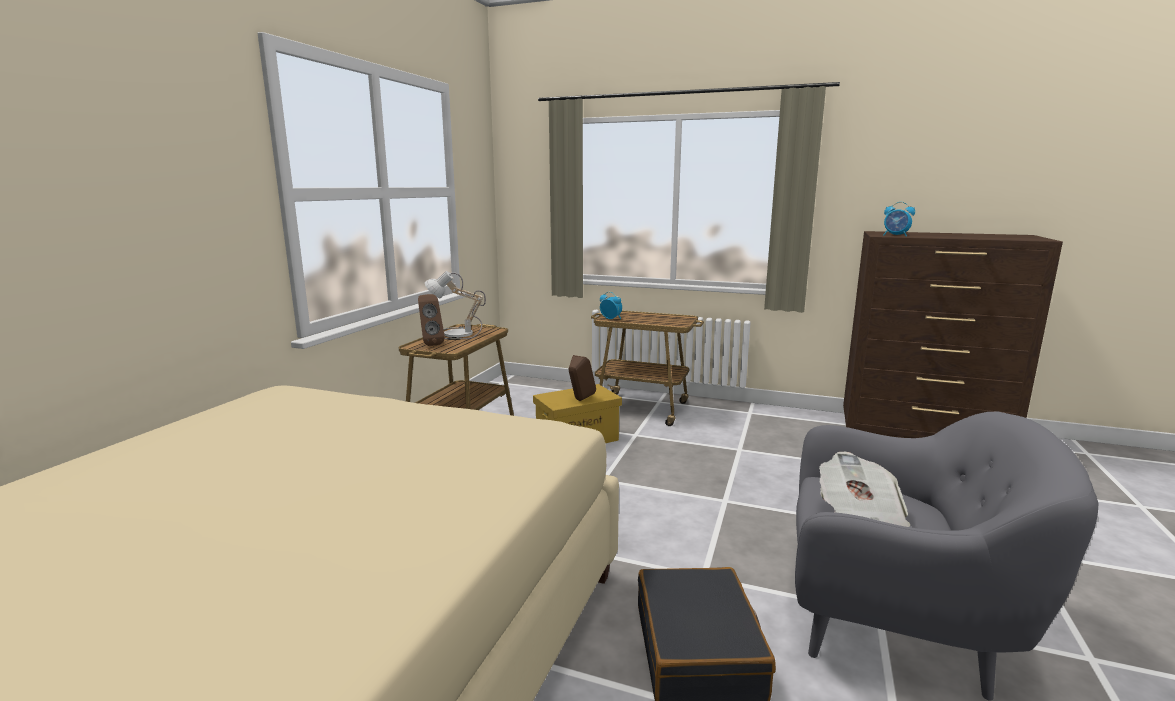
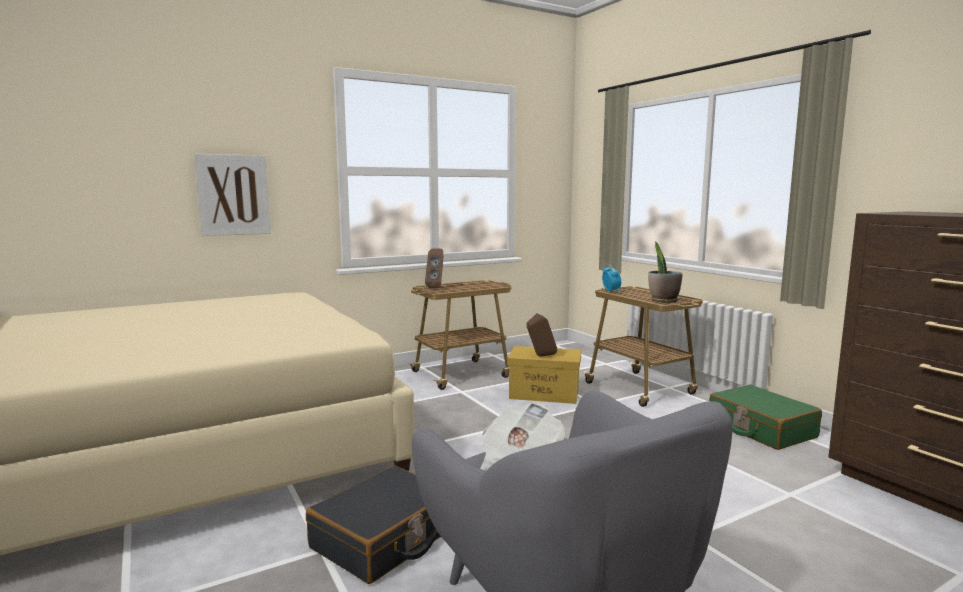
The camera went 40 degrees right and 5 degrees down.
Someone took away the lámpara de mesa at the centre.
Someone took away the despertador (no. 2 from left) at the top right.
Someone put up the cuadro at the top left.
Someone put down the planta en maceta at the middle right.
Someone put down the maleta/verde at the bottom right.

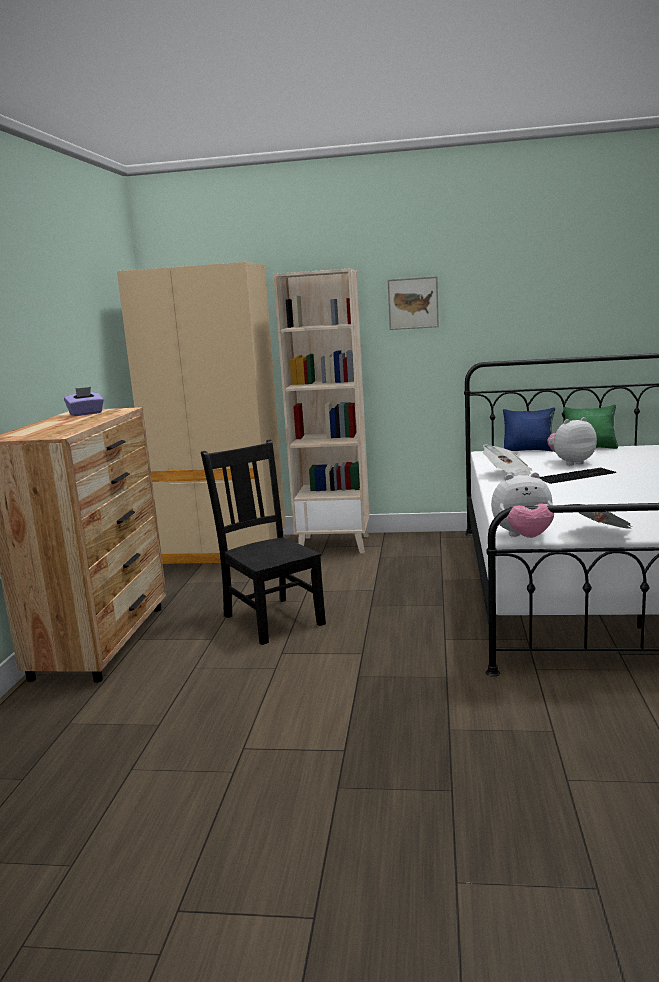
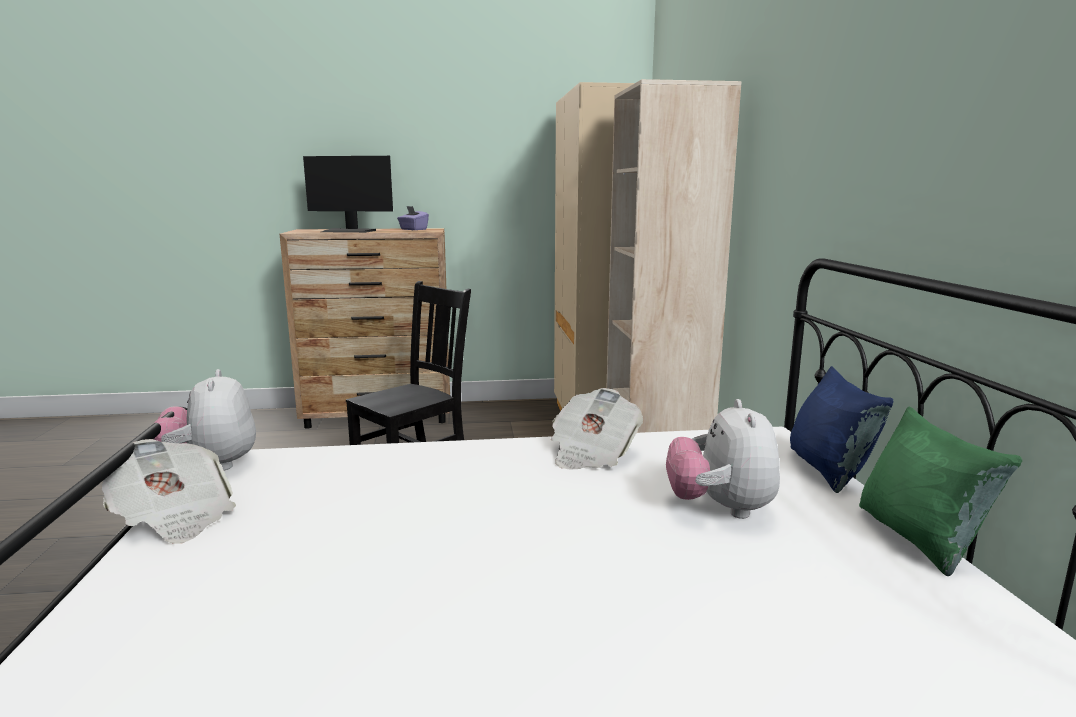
The camera went 75 degrees right and 0 degrees up.
Someone took away the cuadro at the top centre.
Someone took away the teclado at the middle right.
Someone rotated the peluche (no. 2 from left) at the middle right by 150 degrees counterclockwise.
Someone put down the monitor at the top left.

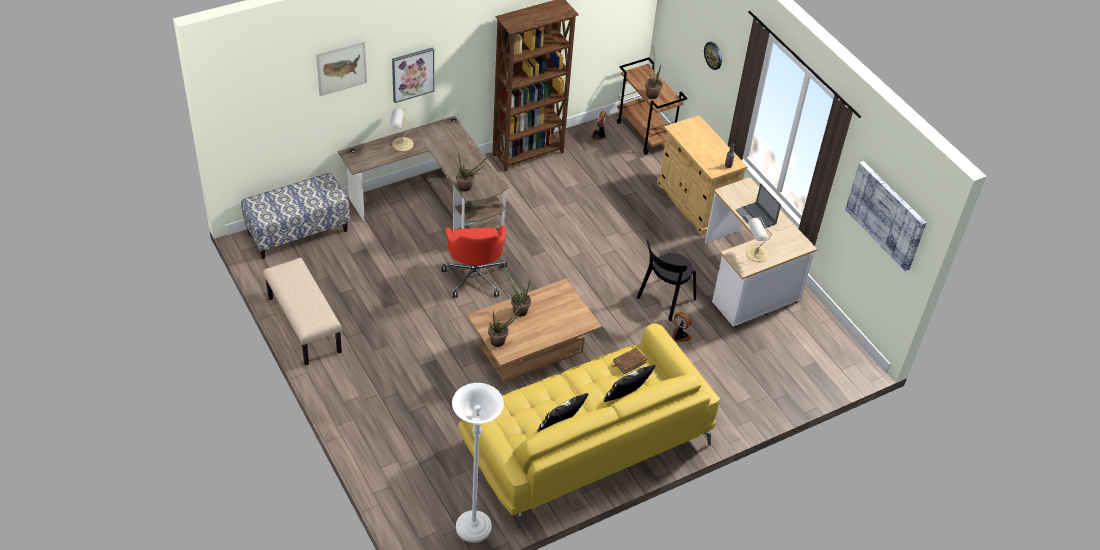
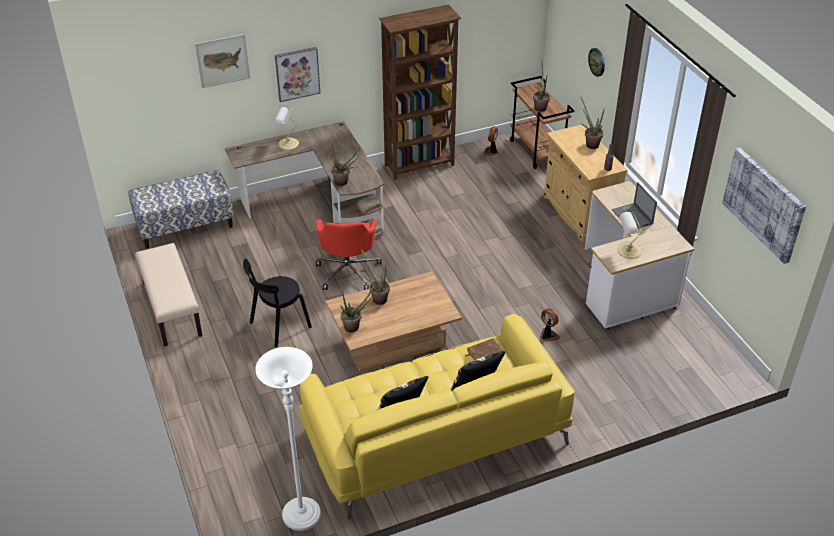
The camera went 10 degrees right and 5 degrees down.
Someone carried the silla/negro from the centre to the middle left.
Someone put down the planta en maceta (no. 5 from left) at the top right.

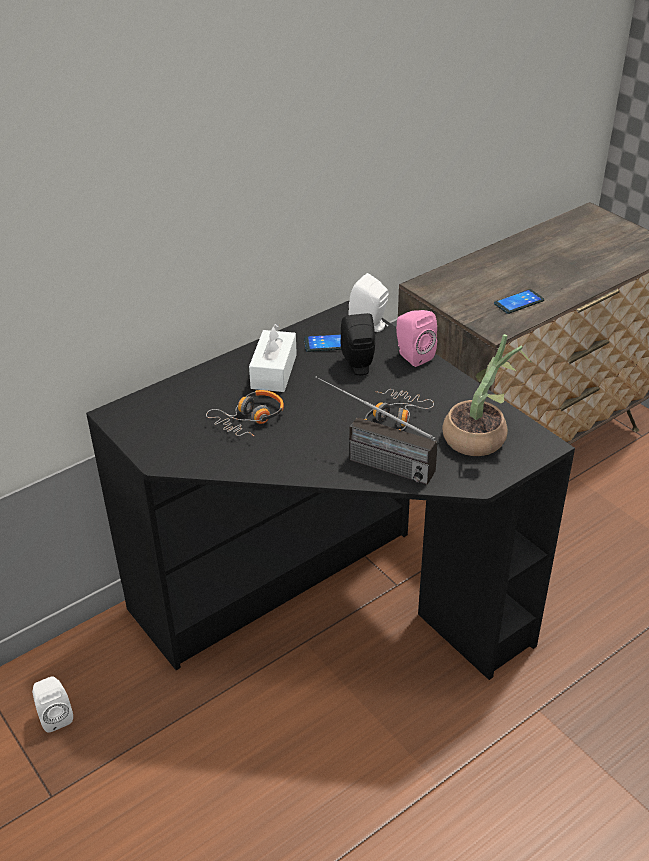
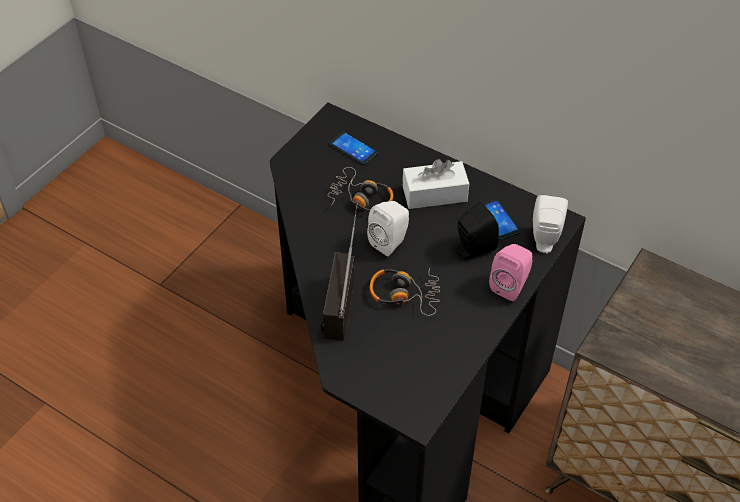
The camera went 70 degrees right and 10 degrees up.
Someone carried the altavoz/blanco (no. 1 from left) from the bottom left to the centre.
Someone took away the planta en maceta at the middle right.
Someone carried the móvil (no. 2 from left in the first image) from the middle right to the top centre.

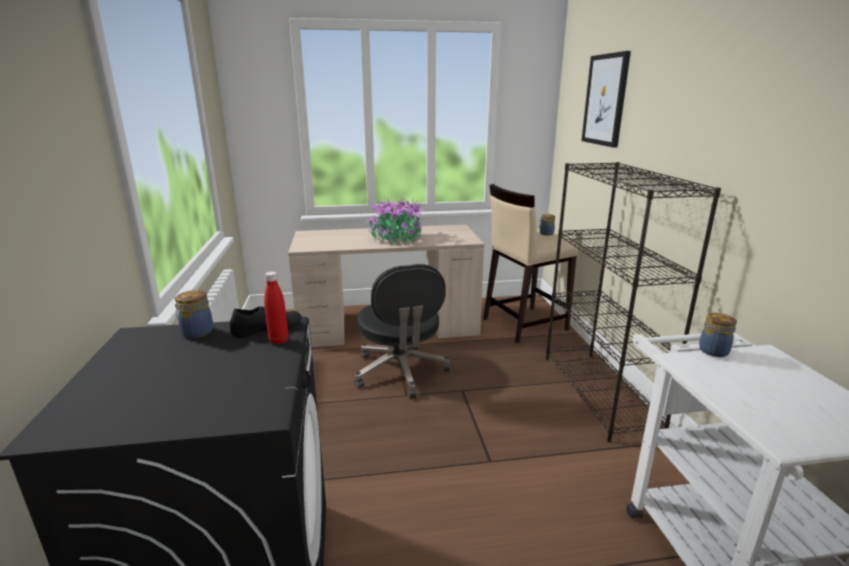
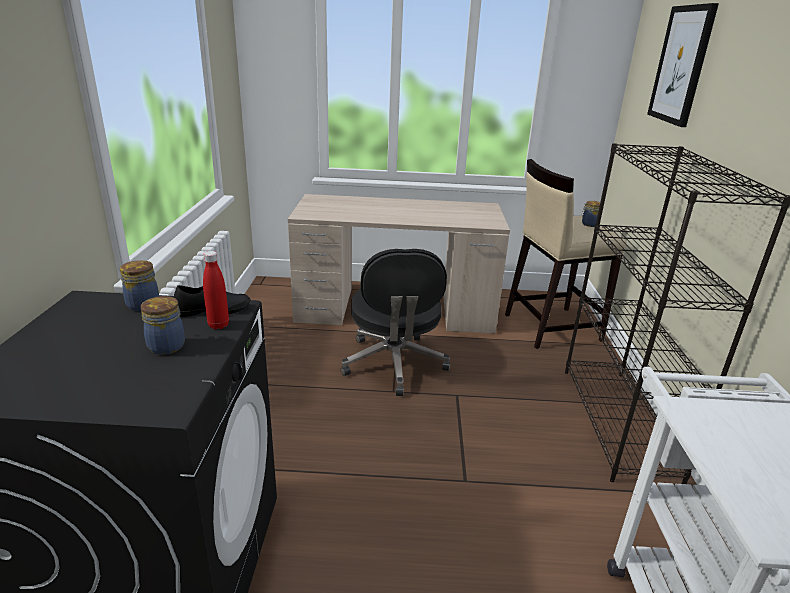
The camera went 10 degrees right and 5 degrees up.
Someone took away the planta en maceta at the centre.
Someone carried the tarro (no. 3 from left in the first image) from the middle right to the middle left.

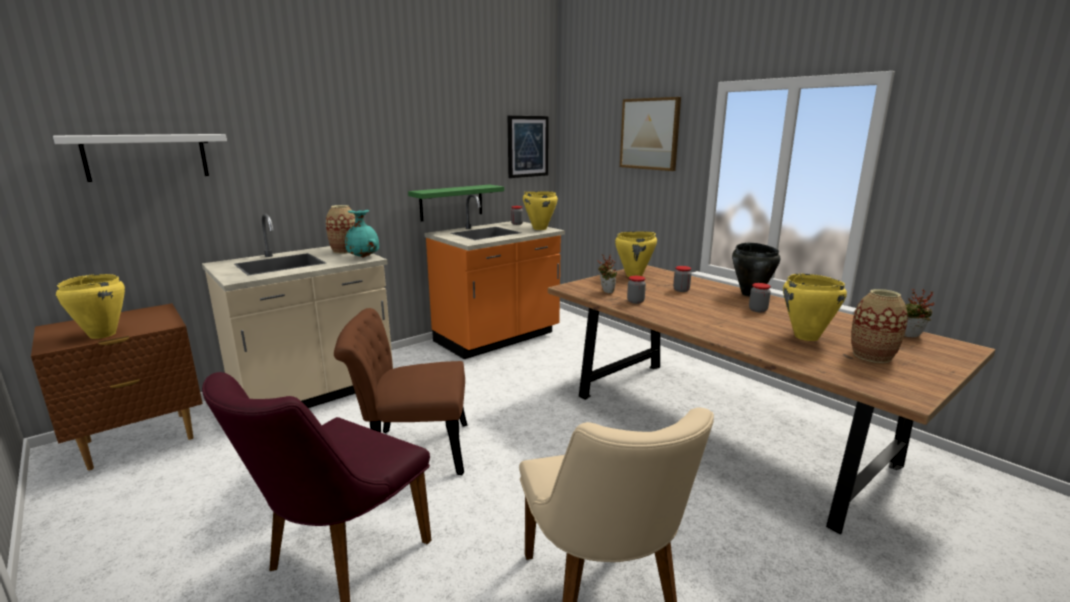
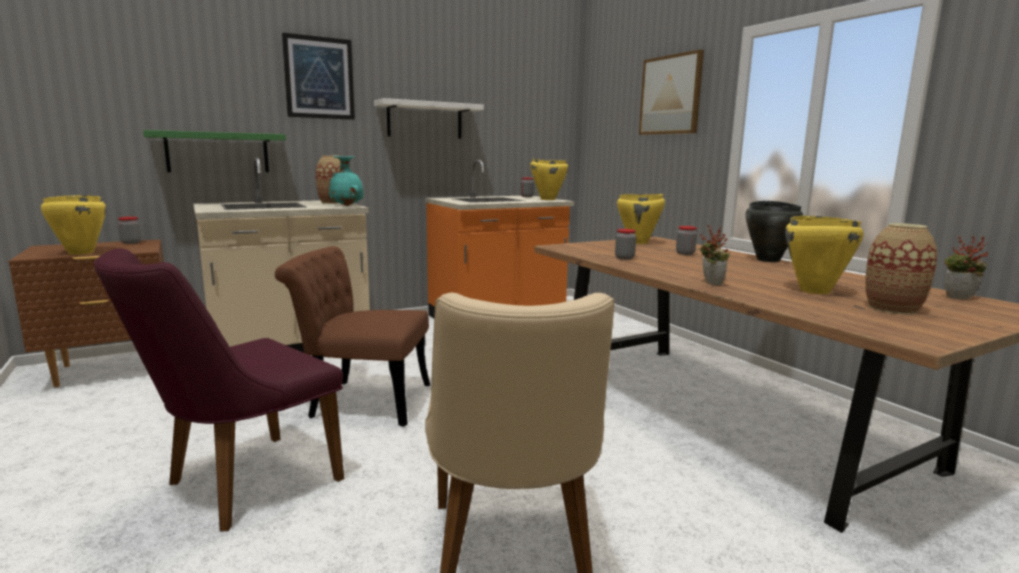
The camera went 10 degrees right and 5 degrees down.
Someone carried the estante/blanco from the top left to the top centre.
Someone carried the estante/verde from the centre to the top left.
Someone carried the cuadro (no. 1 from left) from the top centre to the top left.
Someone carried the planta en maceta (no. 1 from left) from the centre to the middle right.
Someone carried the tarro (no. 4 from left in the first image) from the middle right to the middle left.

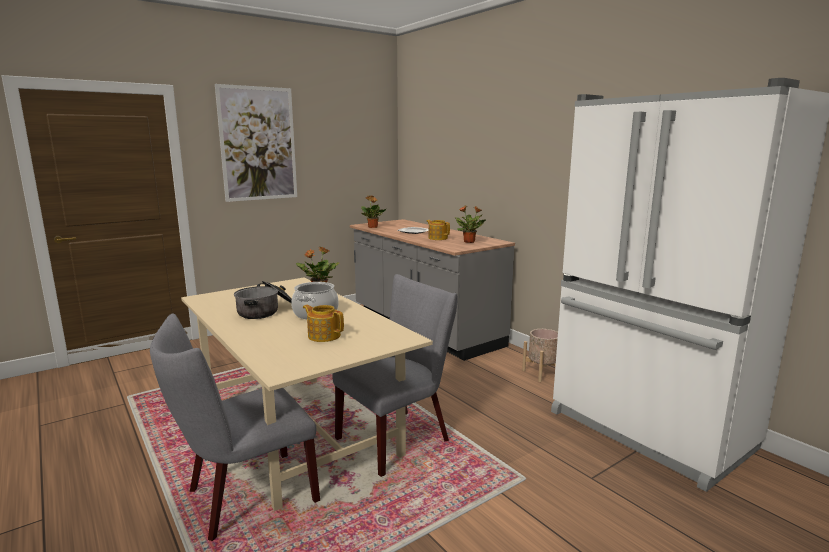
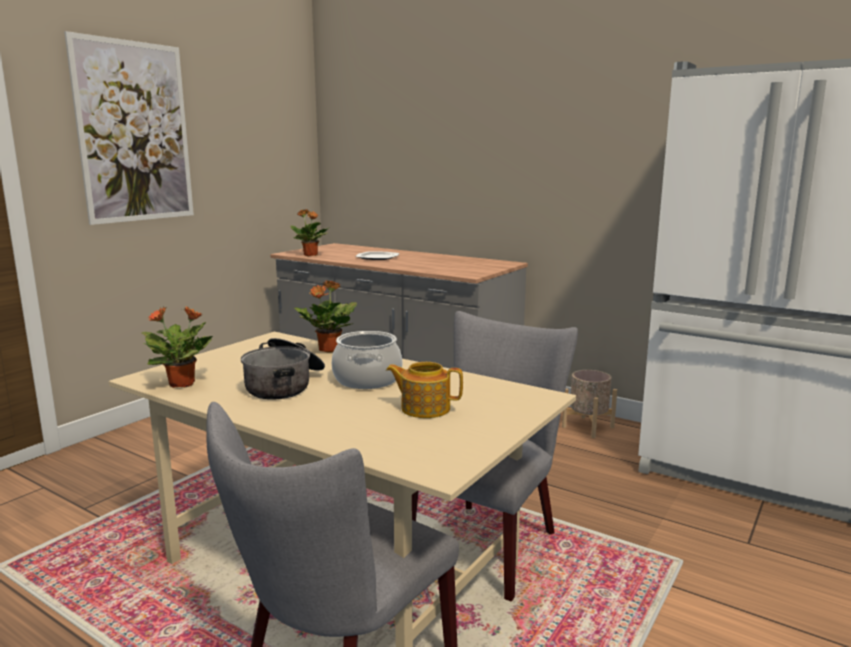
The camera went 20 degrees left and 0 degrees up.
Someone took away the tetera (no. 2 from left) at the centre.
Someone carried the planta en maceta (no. 3 from left in the first image) from the centre to the middle left.

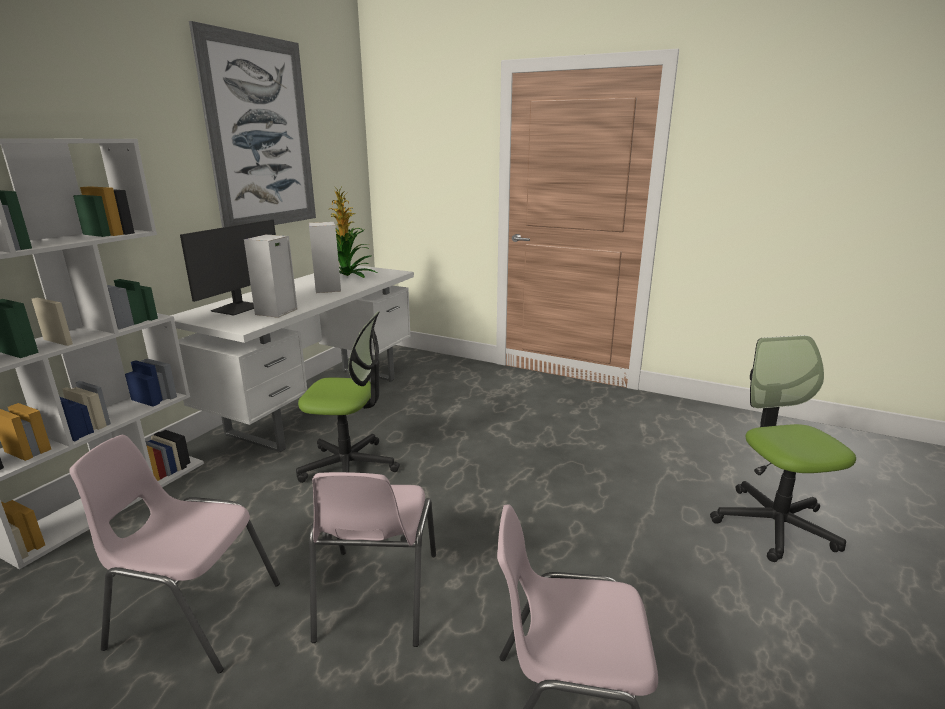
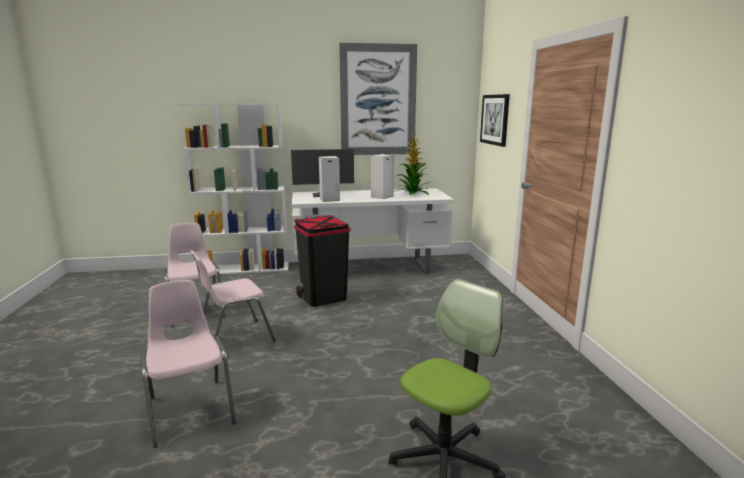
The camera went 55 degrees right and 5 degrees down.
Someone swapped the silla de oficina (no. 1 from left) at the centre for the papelera/negro at the centre.
Someone put up the cuadro (no. 2 from left) at the top centre.

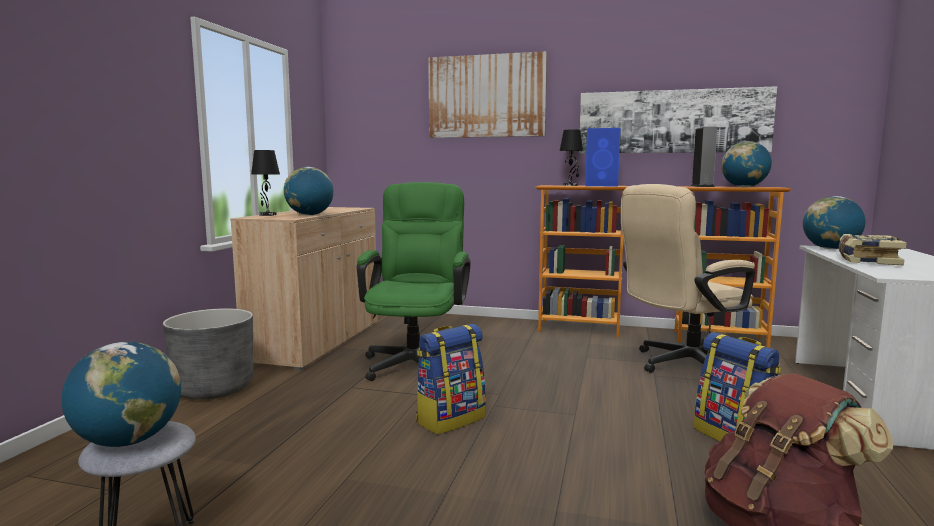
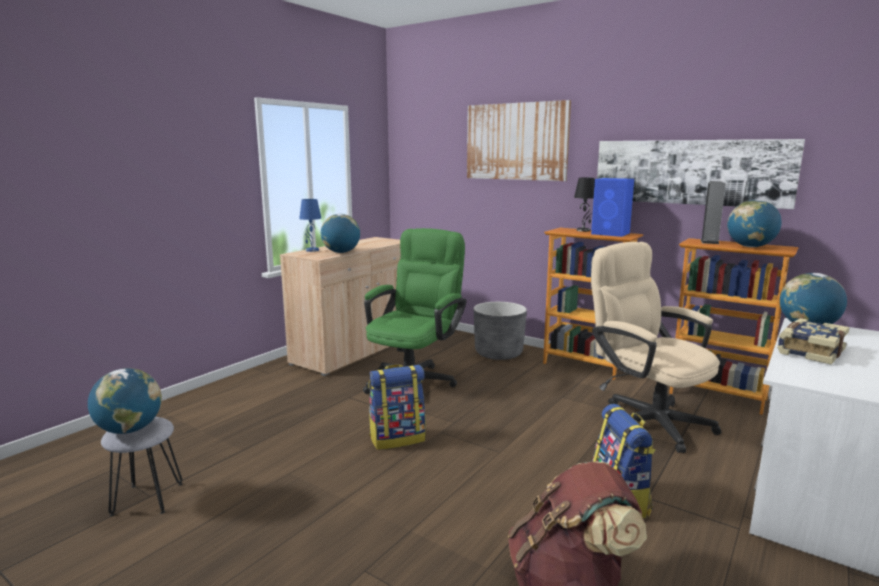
The camera went 20 degrees right and 5 degrees up.
Someone carried the maceta/gris from the bottom left to the centre.
Someone repainted the lámpara de mesa/negro (no. 1 from left) at the middle left, which became the lámpara de mesa/azul at the centre.
Someone rotated the silla de oficina/beis at the middle right by 60 degrees clockwise.

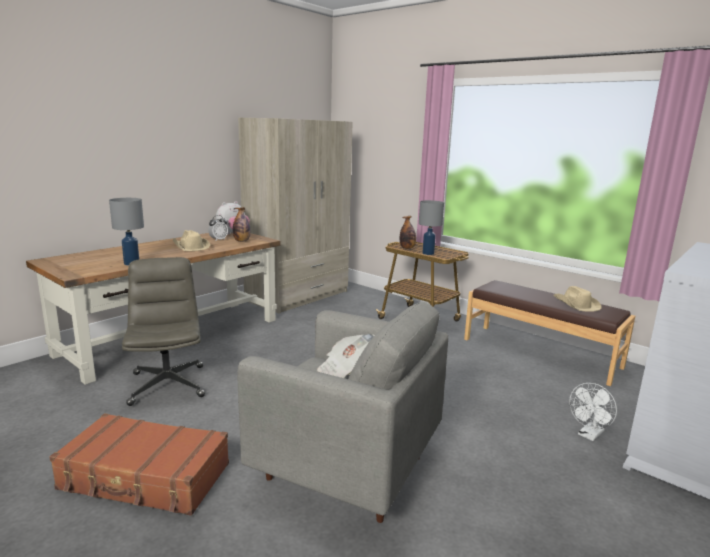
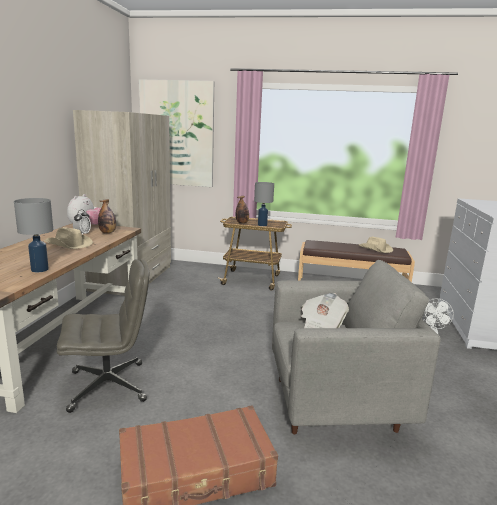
The camera went 30 degrees left and 0 degrees up.
Someone rotated the silla de oficina/gris at the middle left by 120 degrees clockwise.
Someone put up the cuadro at the top centre.

